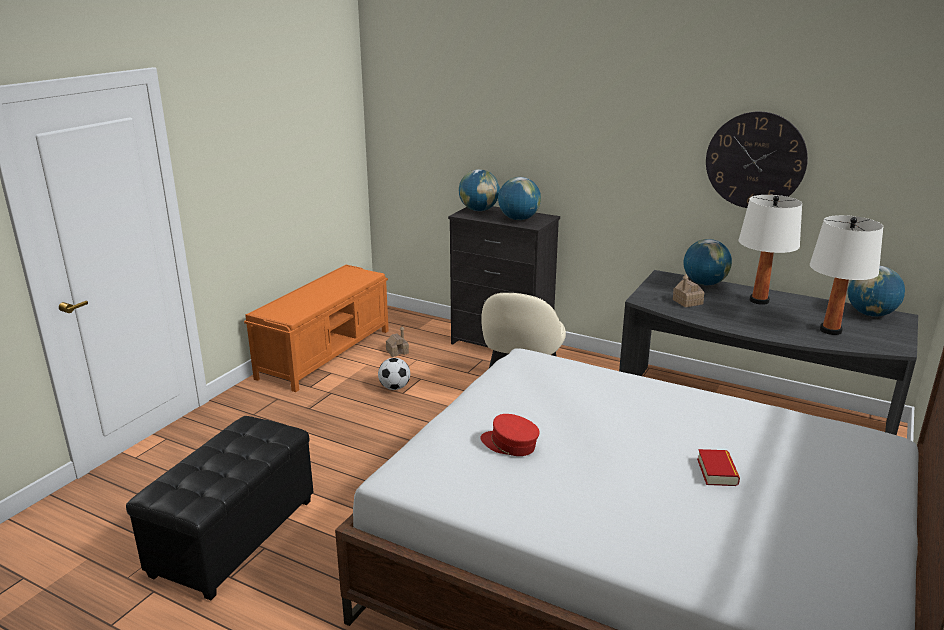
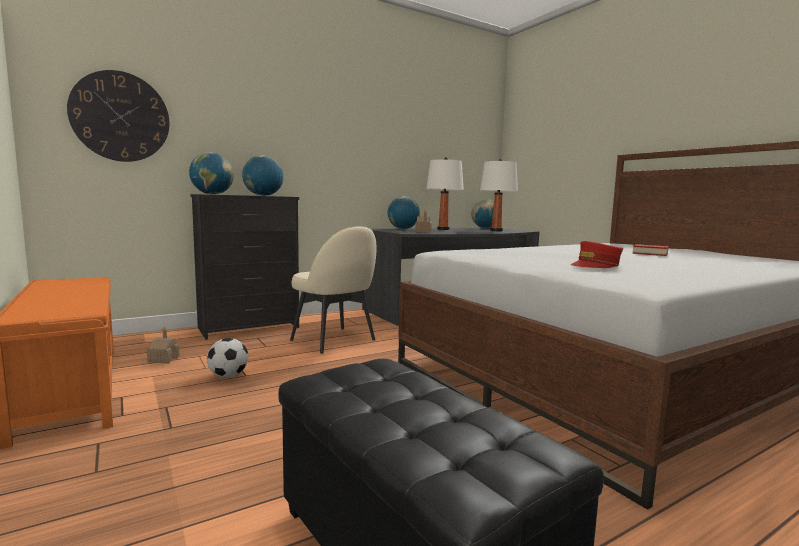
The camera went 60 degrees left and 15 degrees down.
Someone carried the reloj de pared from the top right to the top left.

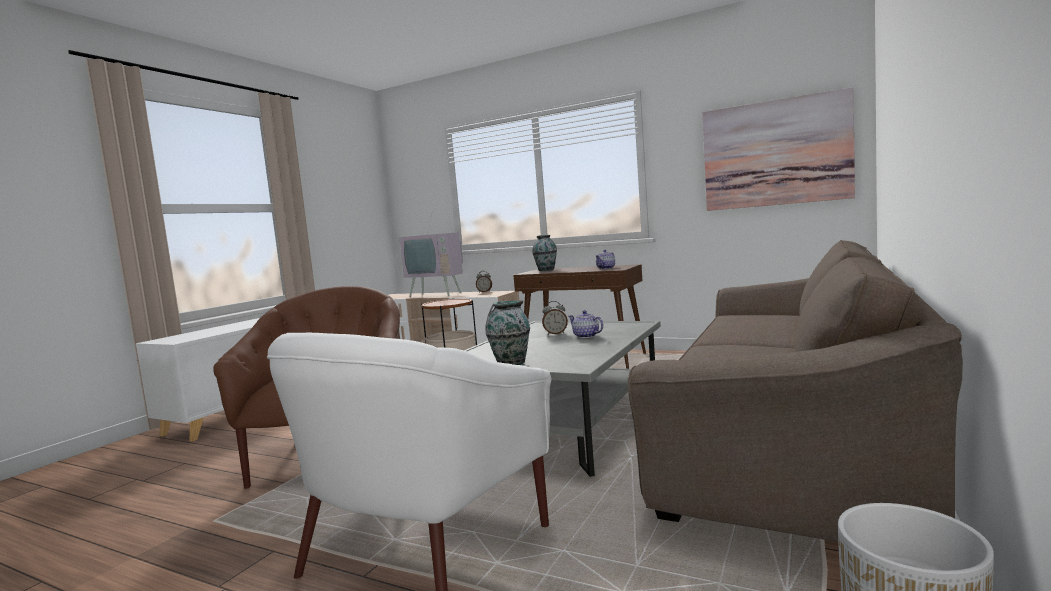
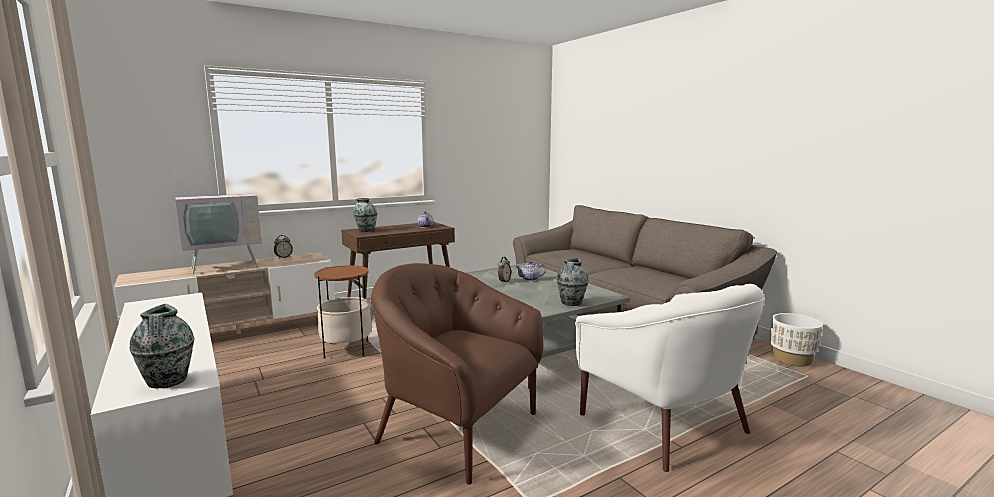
The camera went 60 degrees left and 5 degrees up.
Someone took away the cuadro at the top right.
Someone put down the florero (no. 1 from left) at the bottom left.

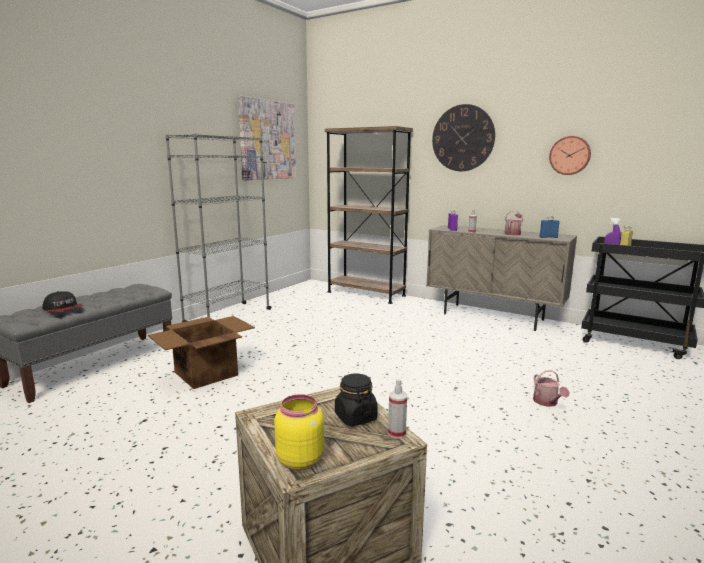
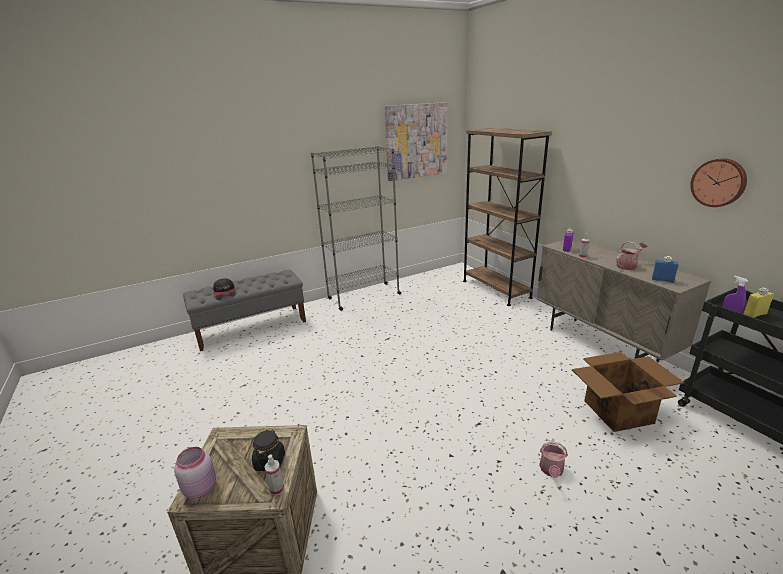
The camera went 30 degrees right and 10 degrees up.
Someone carried the caja de cartón from the middle left to the bottom right.
Someone repainted the tarro/amarillo at the bottom centre, which became the tarro/rosa at the bottom left.
Someone took away the reloj de pared (no. 1 from left) at the top centre.

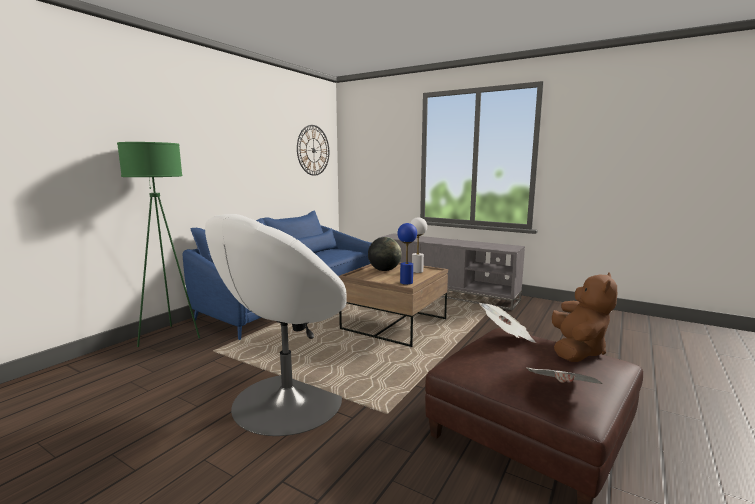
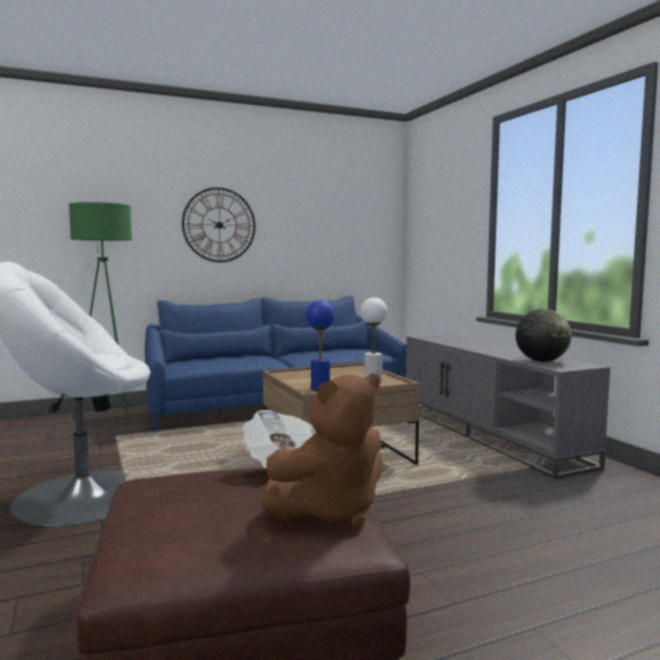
The camera went 35 degrees right and 5 degrees down.
Someone carried the reloj de pared from the top centre to the middle left.
Someone carried the globo terráqueo from the centre to the middle right.
Someone took away the periódico (no. 2 from left) at the bottom right.

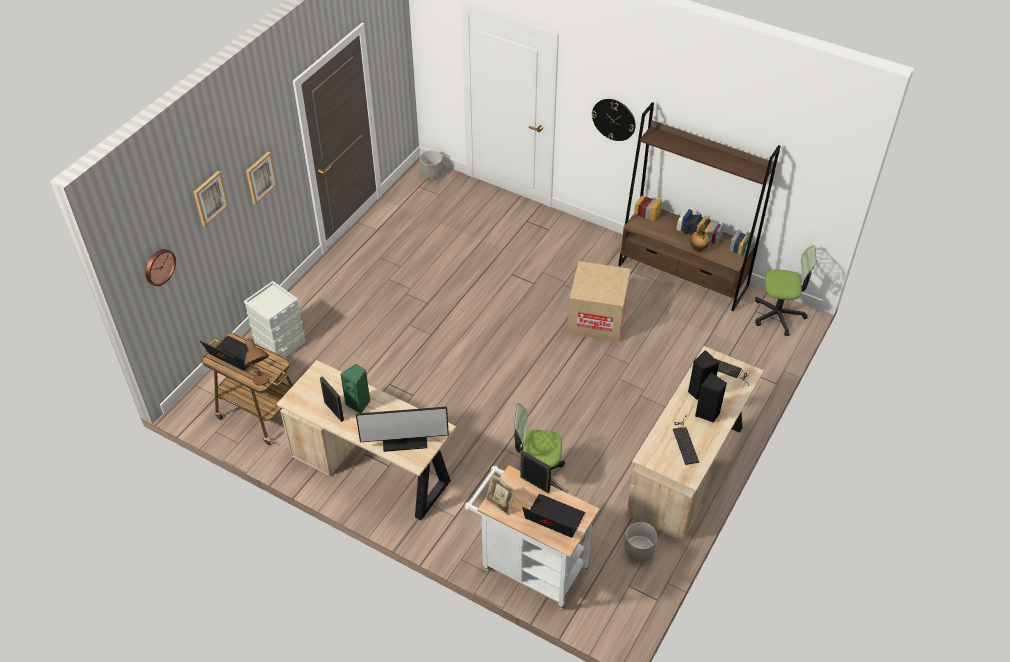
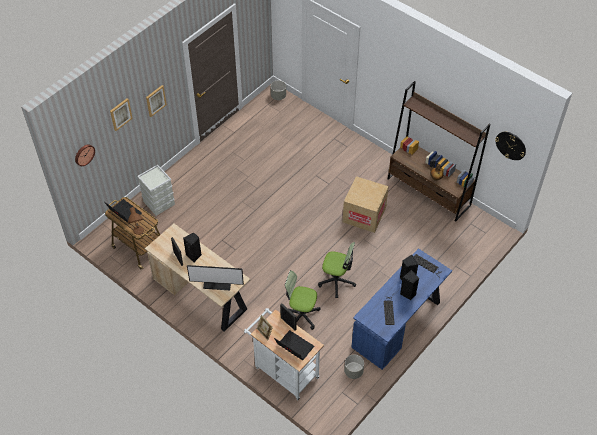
The camera went 10 degrees right and 5 degrees up.
Someone repainted the altavoz/verde at the centre, which became the altavoz/negro (no. 1 from left) at the middle left.
Someone carried the reloj de pared (no. 2 from left) from the top centre to the middle right.
Someone repainted the escritorio/beis (no. 2 from left) at the bottom right, which became the escritorio/azul at the bottom right.
Someone carried the silla de oficina (no. 2 from left) from the middle right to the centre.

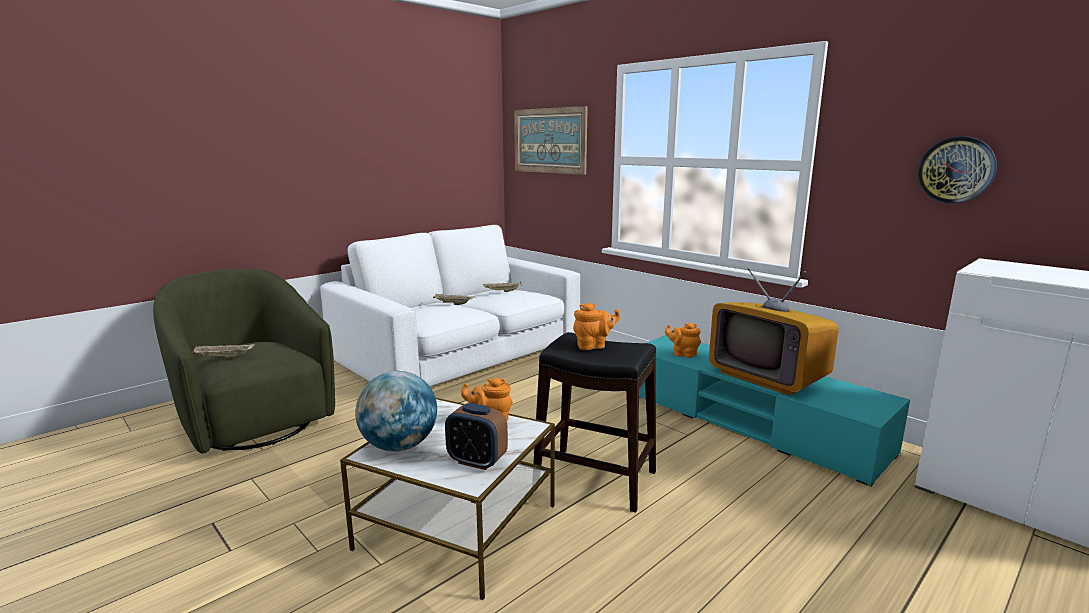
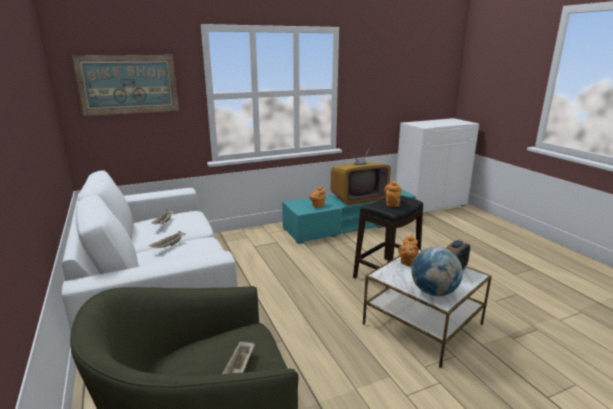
The camera went 70 degrees left and 5 degrees up.
Someone took away the reloj de pared at the top right.

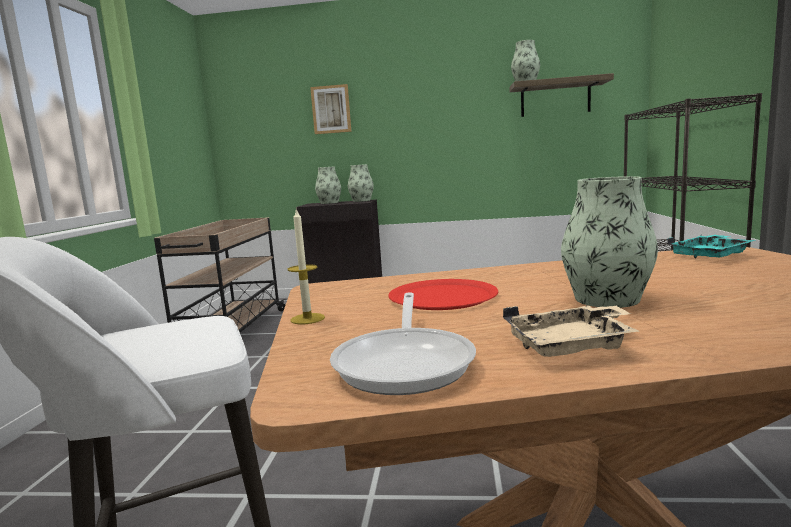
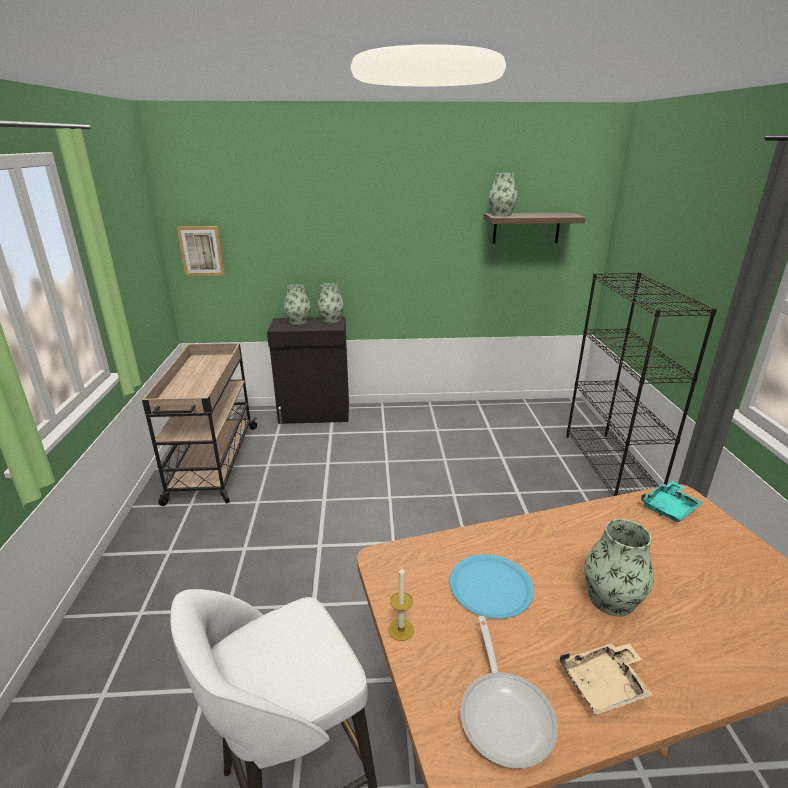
The camera went 10 degrees left and 15 degrees up.
Someone carried the cuadro from the top centre to the top left.
Someone repainted the plato/rojo at the centre, which became the plato/azul at the bottom centre.

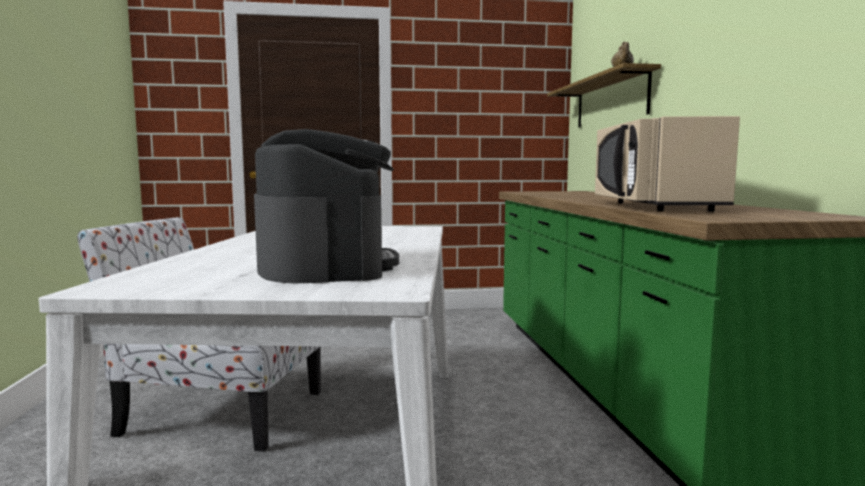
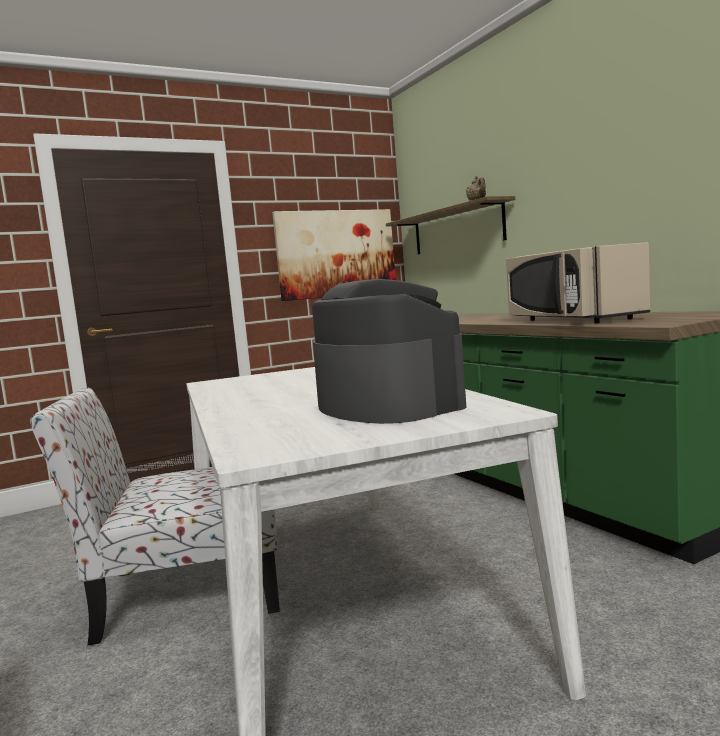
The camera went 20 degrees left and 0 degrees up.
Someone put up the cuadro at the centre.

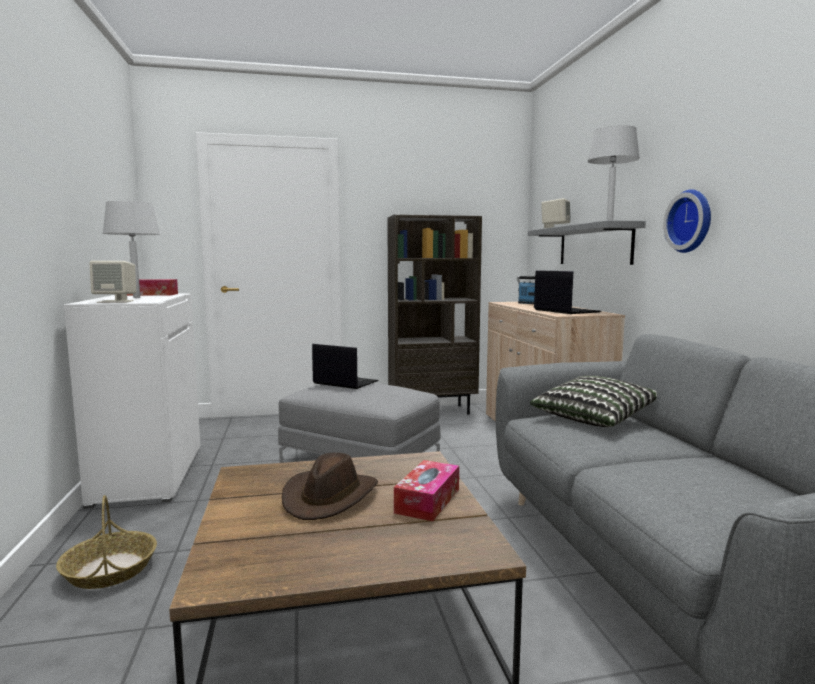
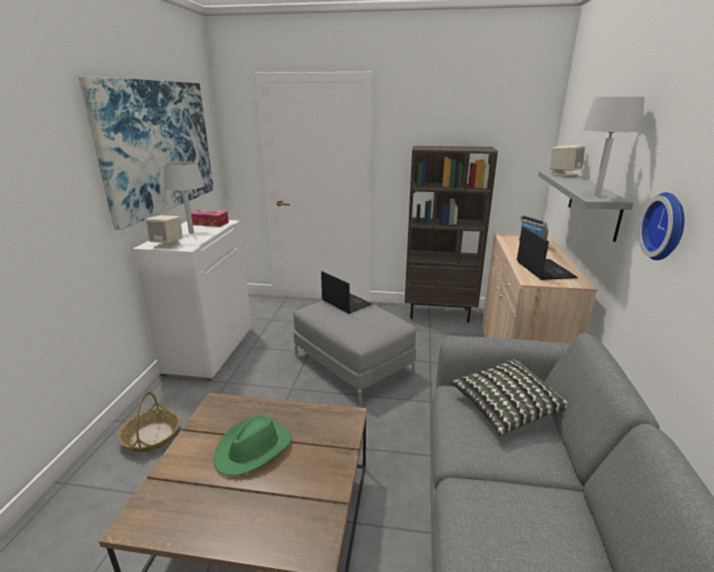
The camera went 20 degrees right and 15 degrees up.
Someone repainted the sombrero/marrón at the bottom centre, which became the sombrero/verde at the bottom centre.
Someone took away the caja de pañuelos (no. 2 from left) at the bottom centre.
Someone put up the cuadro at the top left.

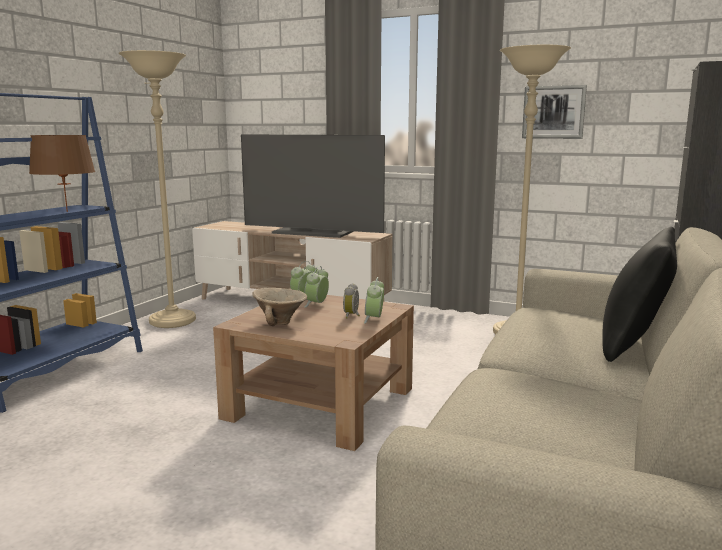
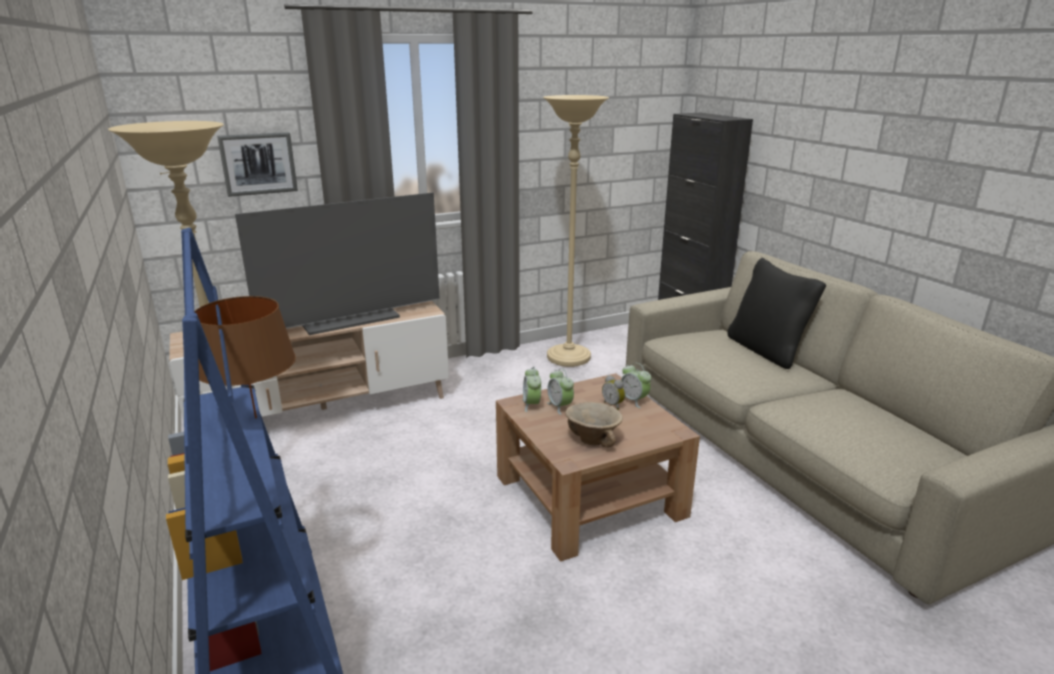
The camera went 50 degrees left and 10 degrees up.
Someone carried the cuadro from the top right to the top left.

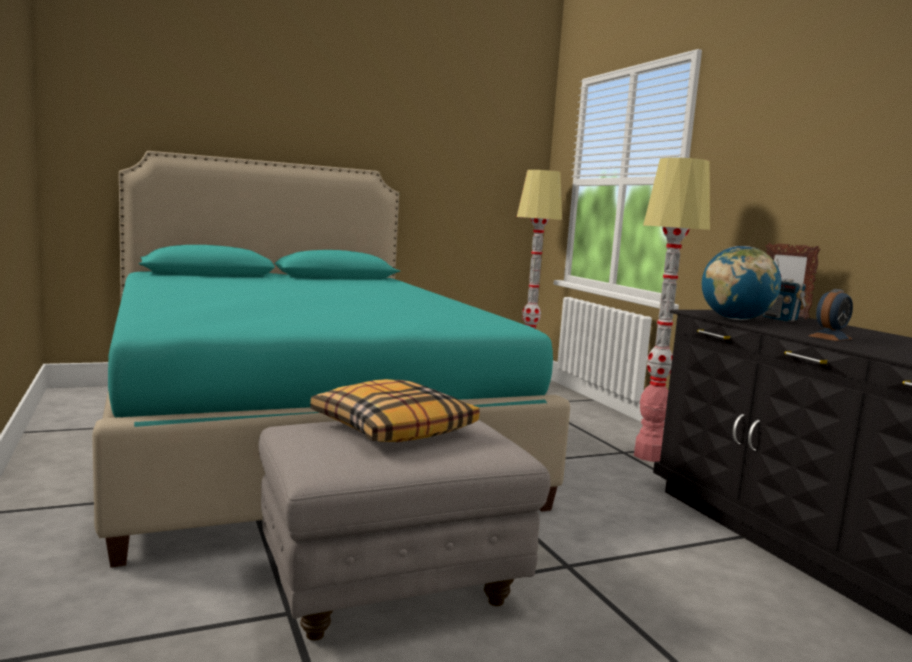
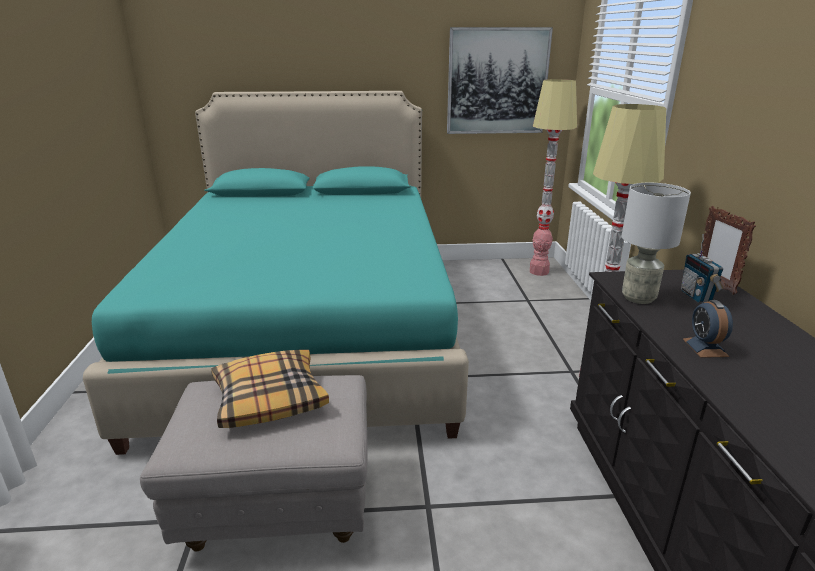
The camera went 20 degrees right and 15 degrees up.
Someone swapped the globo terráqueo at the middle right for the lámpara de mesa/gris at the middle right.
Someone rotated the despertador at the middle right by 105 degrees clockwise.
Someone put up the cuadro at the top centre.

